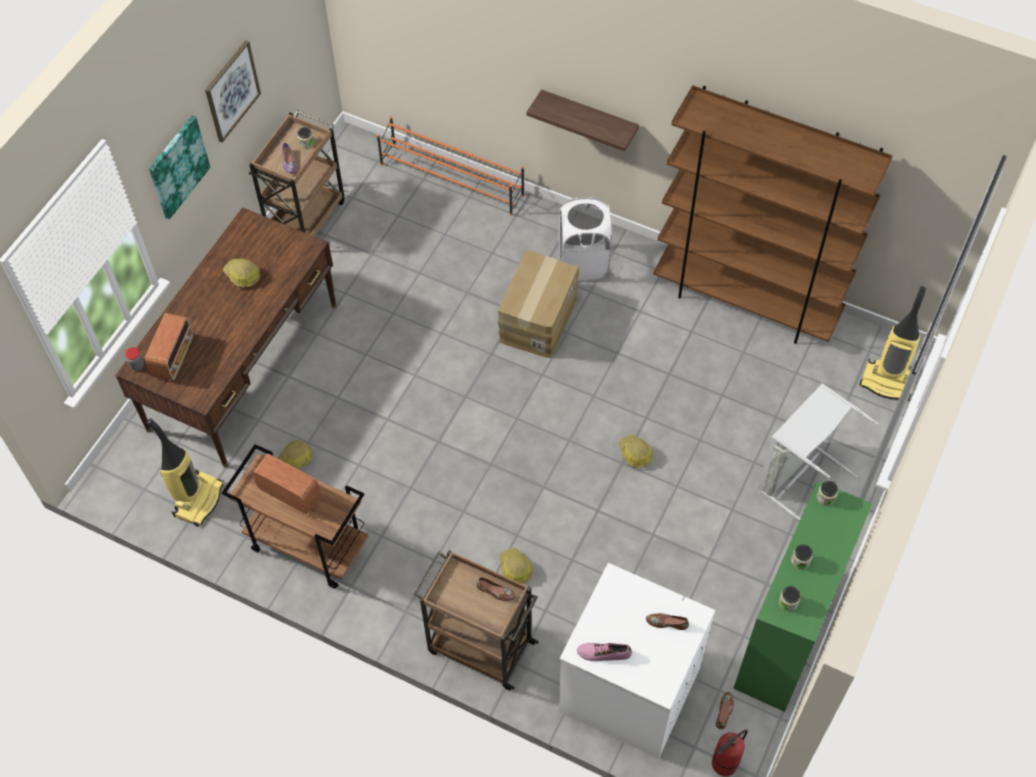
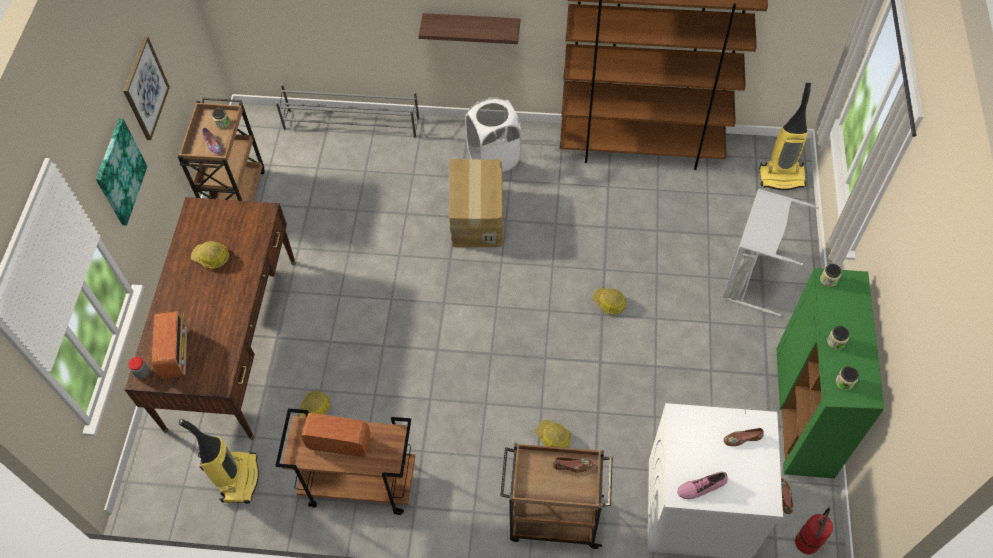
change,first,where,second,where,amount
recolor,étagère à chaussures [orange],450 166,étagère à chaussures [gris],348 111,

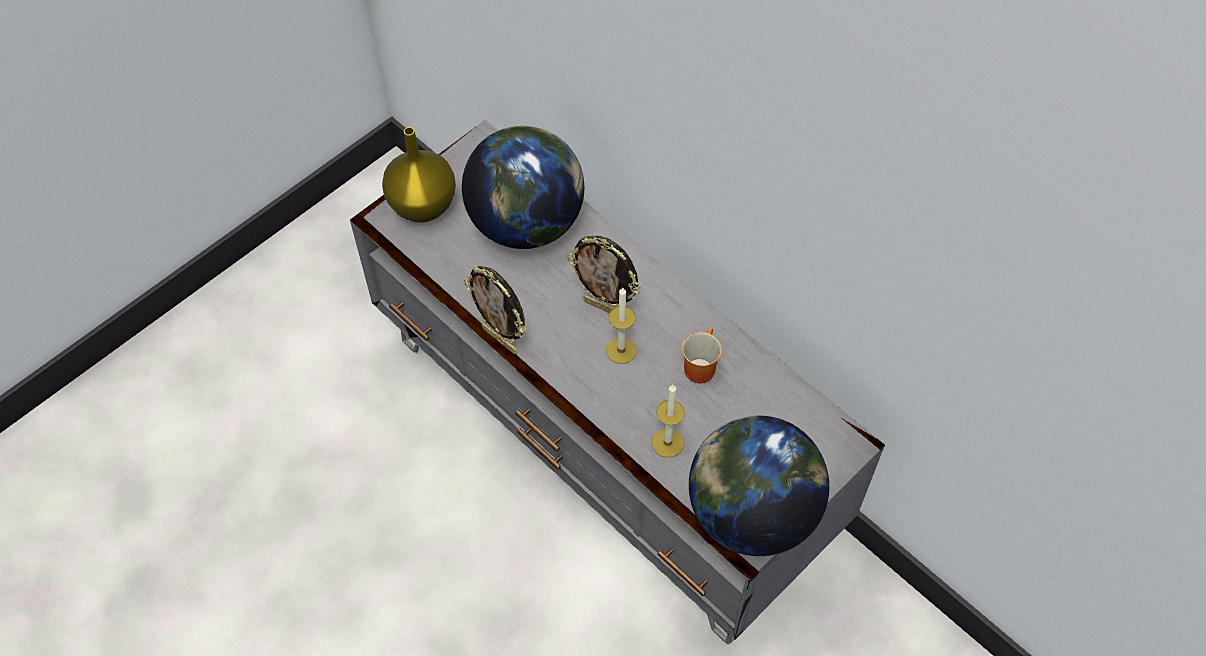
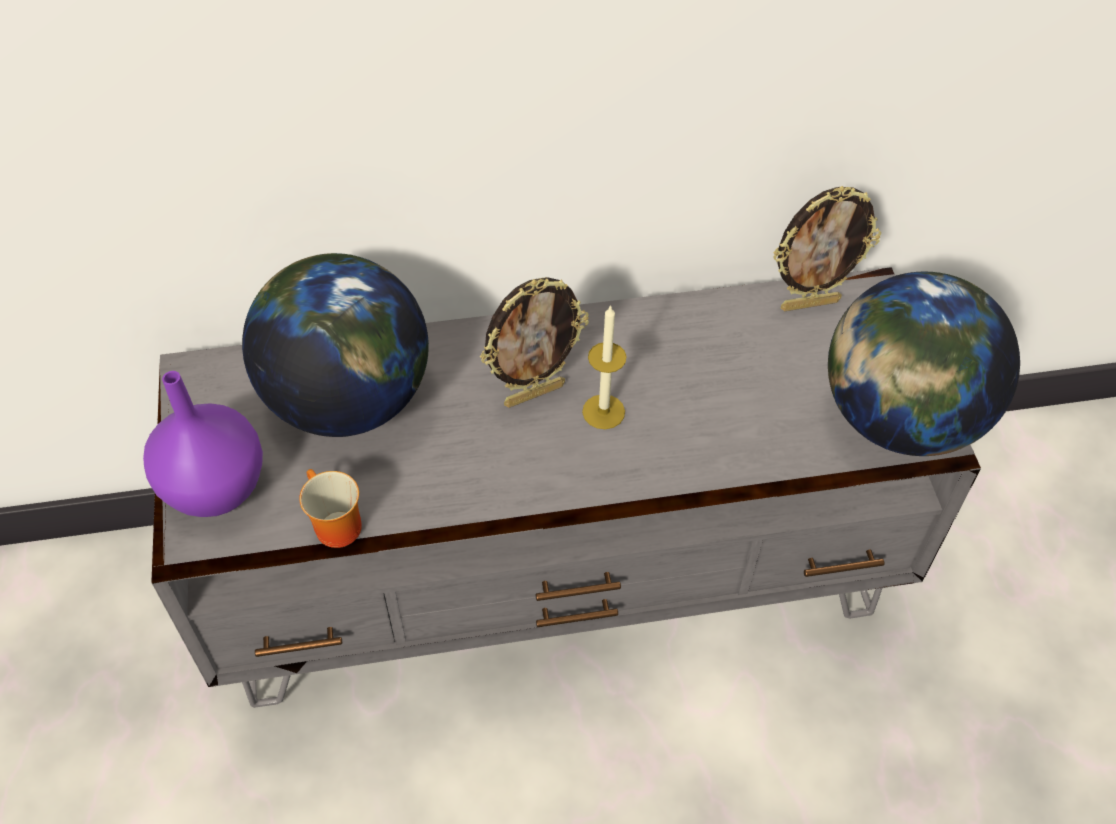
change,first,where,second,where,amount
delete,bougie,668 421,,,
move,cadre photo,495 310,,827 248,
move,mug,702 355,,330 508,
recolor,vase [jaune],419 175,vase [violet],203 444,

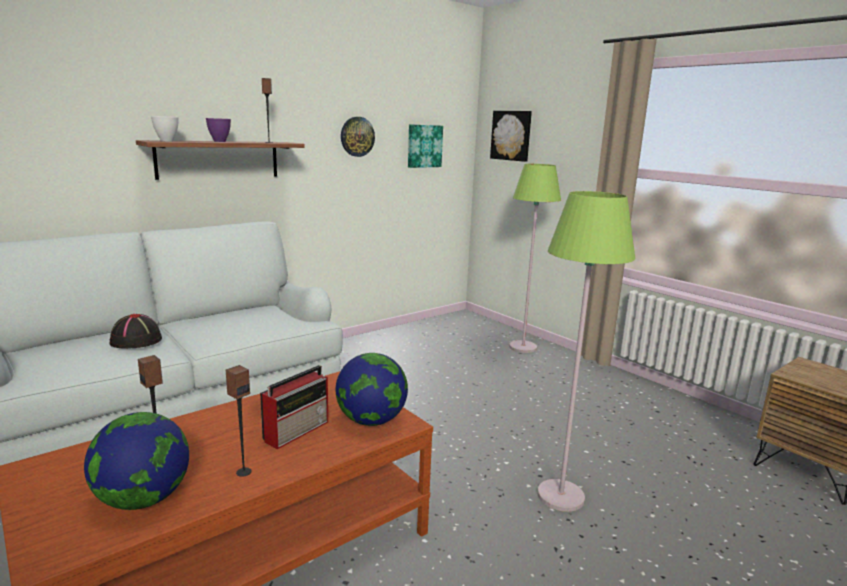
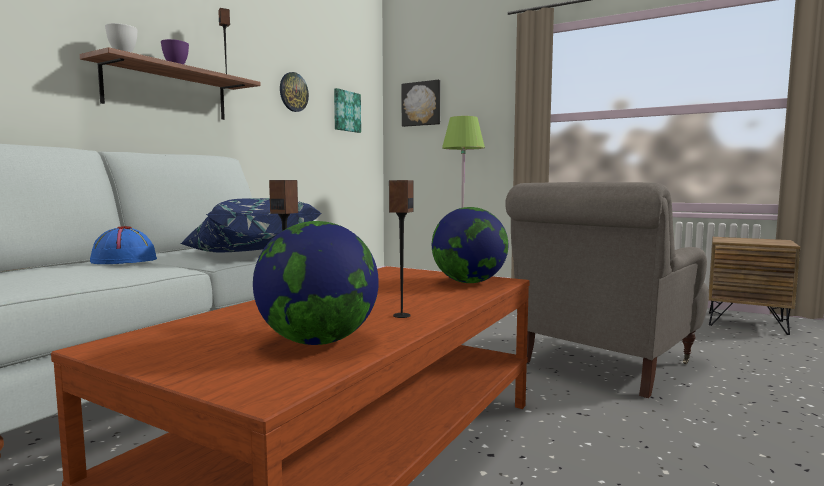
change,first,where,second,where,amount
delete,radio,294 407,,,
insert,,,coussin [bleu],251 225,
replace,lampadaire [vert],586 351,fauteuil [gris],607 290,
recolor,chapeau [noir],135 331,chapeau [bleu],123 245,

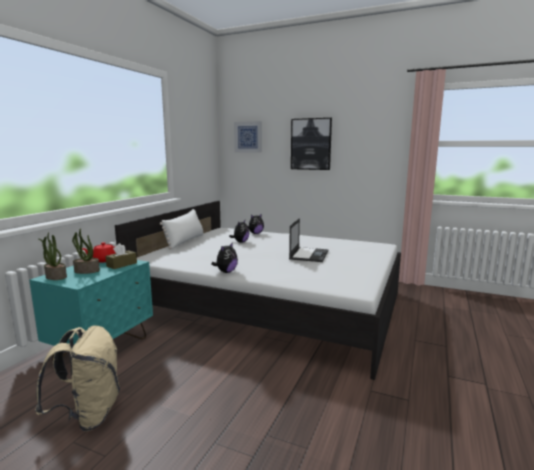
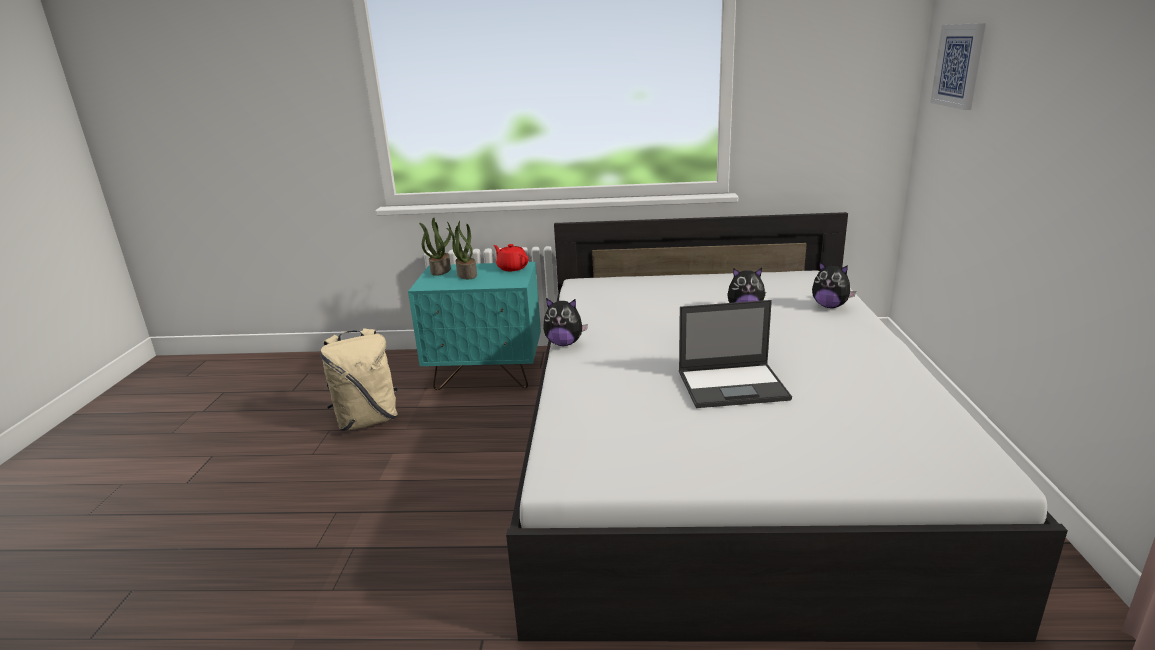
change,first,where,second,where,amount
delete,boîte à mouchoirs [marron],121 256,,,
delete,coussin [blanc],181 229,,,
delete,tableau,311 144,,,

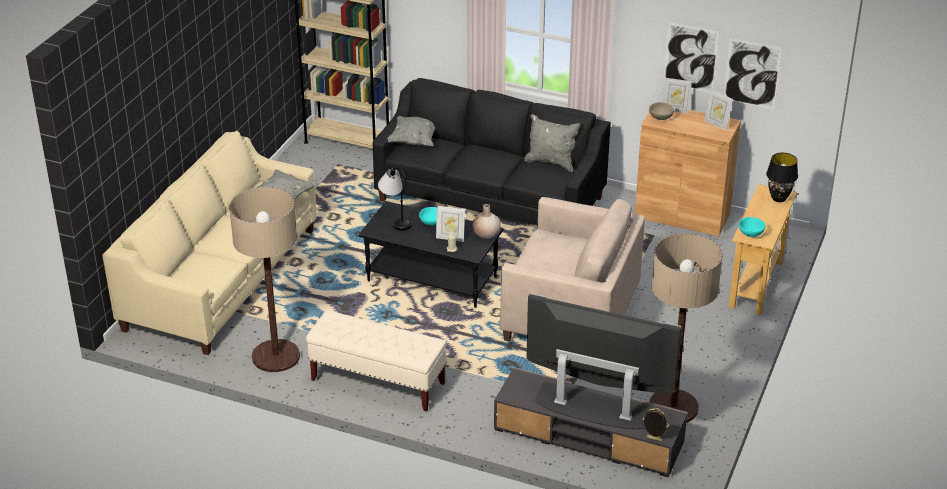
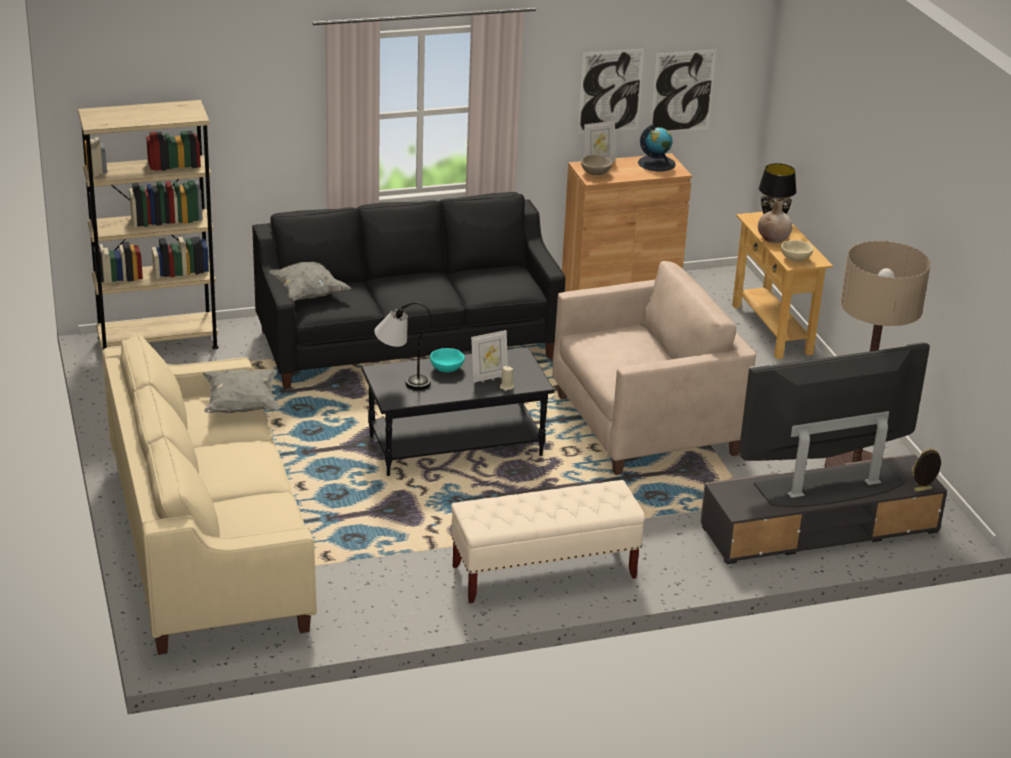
change,first,where,second,where,amount
delete,lampadaire,264 279,,,
delete,coussin [gris],552 143,,,
move,vase [beige],486 221,,775 221,
replace,cadre photo,718 110,globe,657 147,
recolor,bol [turquoise],752 227,bol [beige],797 250,

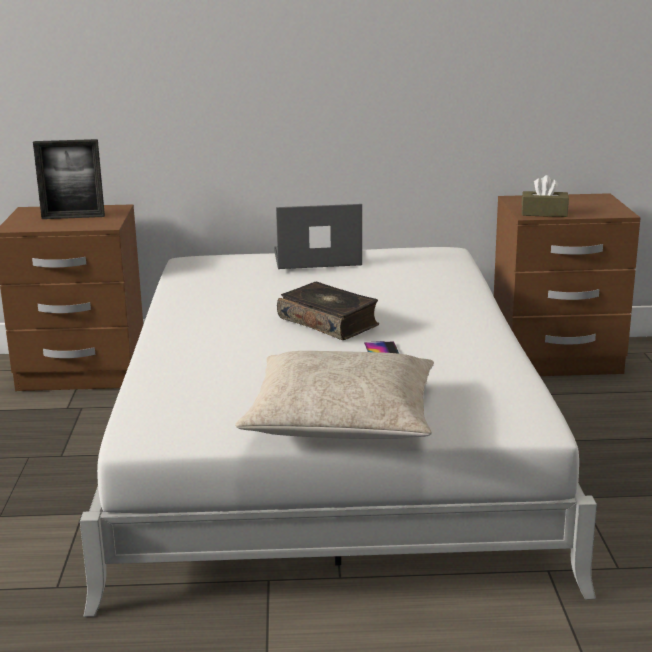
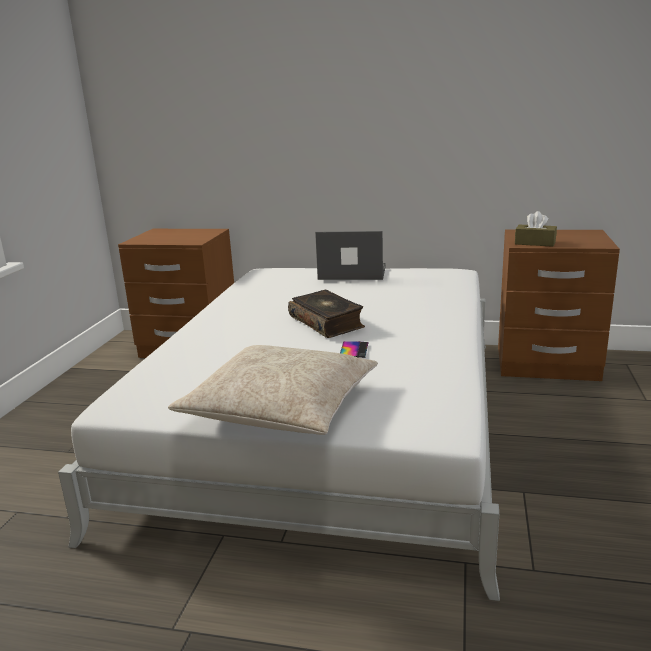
change,first,where,second,where,amount
delete,cadre photo,69 179,,,

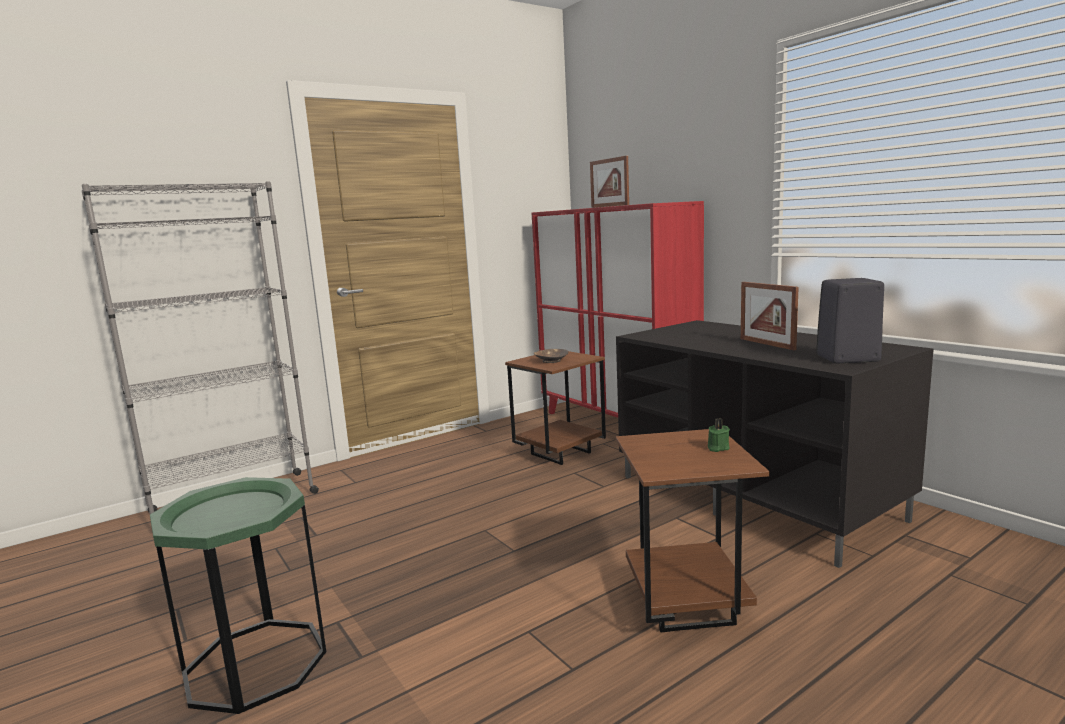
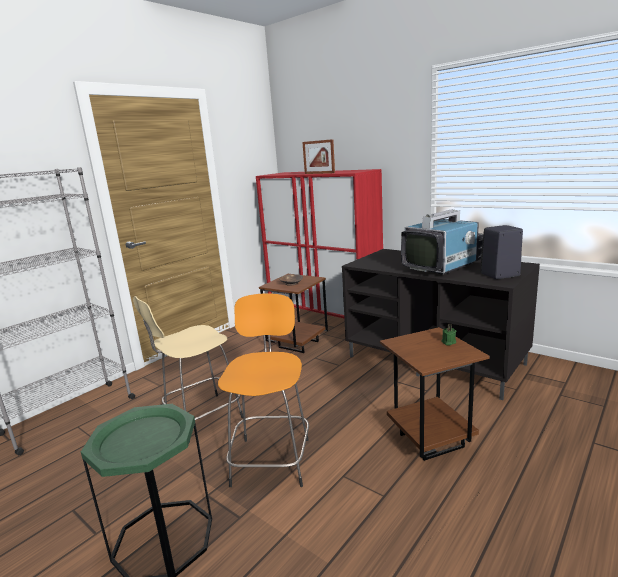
change,first,where,second,where,amount
insert,,,tabouret [beige],188 369,
insert,,,tabouret [orange],263 390,
replace,cadre photo,770 316,téléviseur,442 242,

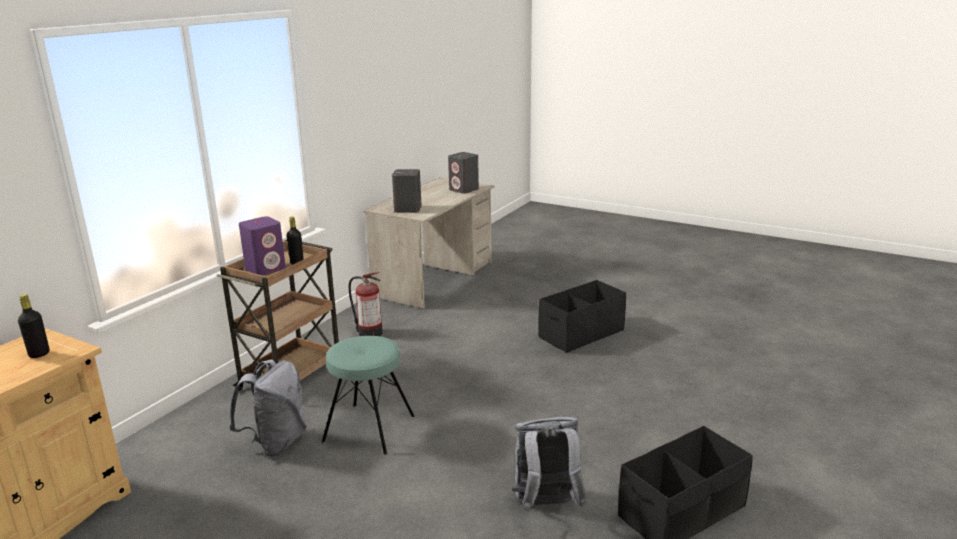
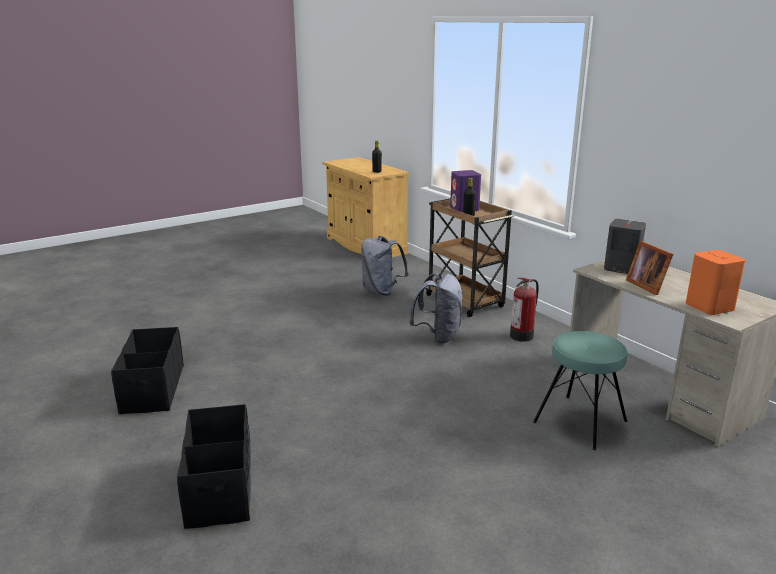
change,first,where,second,where,amount
insert,,,cadre photo,649 268,
move,tabouret [turquoise],368 395,,580 390,
move,sac à dos [gris],549 464,,436 308,
move,boîte de rangement [noir],582 316,,214 466,
recolor,enceinte [gris],463 173,enceinte [orange],715 282,

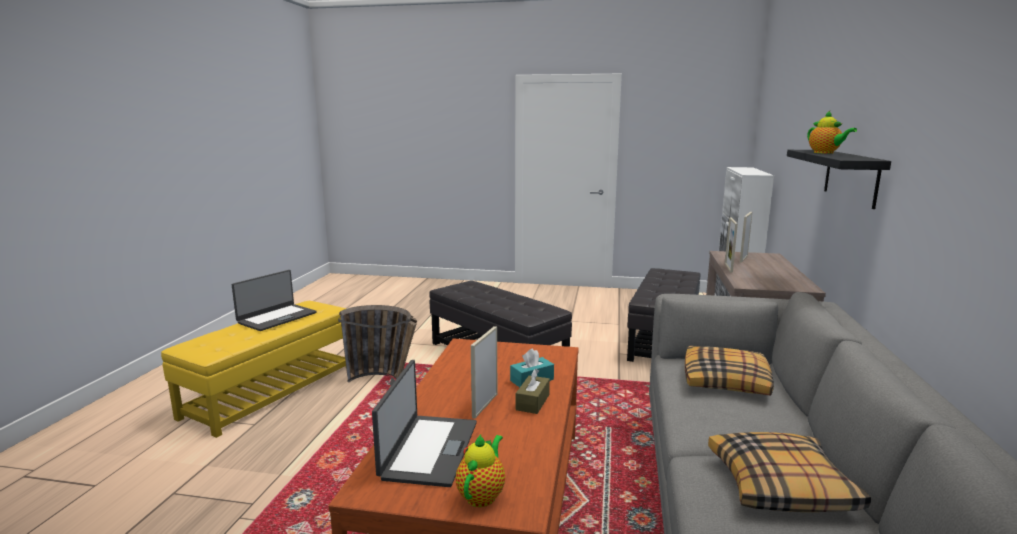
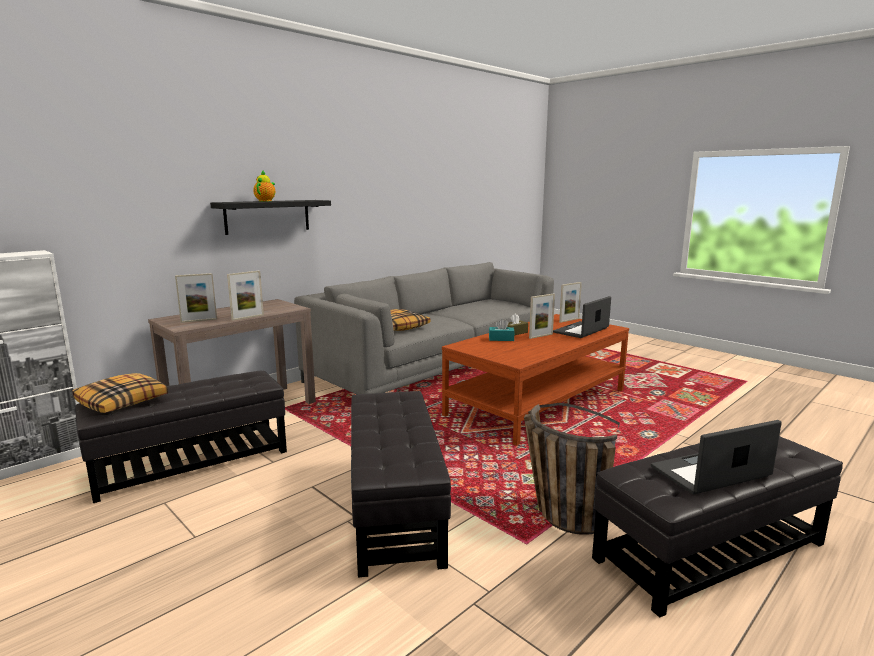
change,first,where,second,where,amount
move,coussin,789 472,,120 393,
replace,théière,480 470,cadre photo,570 302,
recolor,pouf [jaune],254 369,pouf [noir],717 527,

